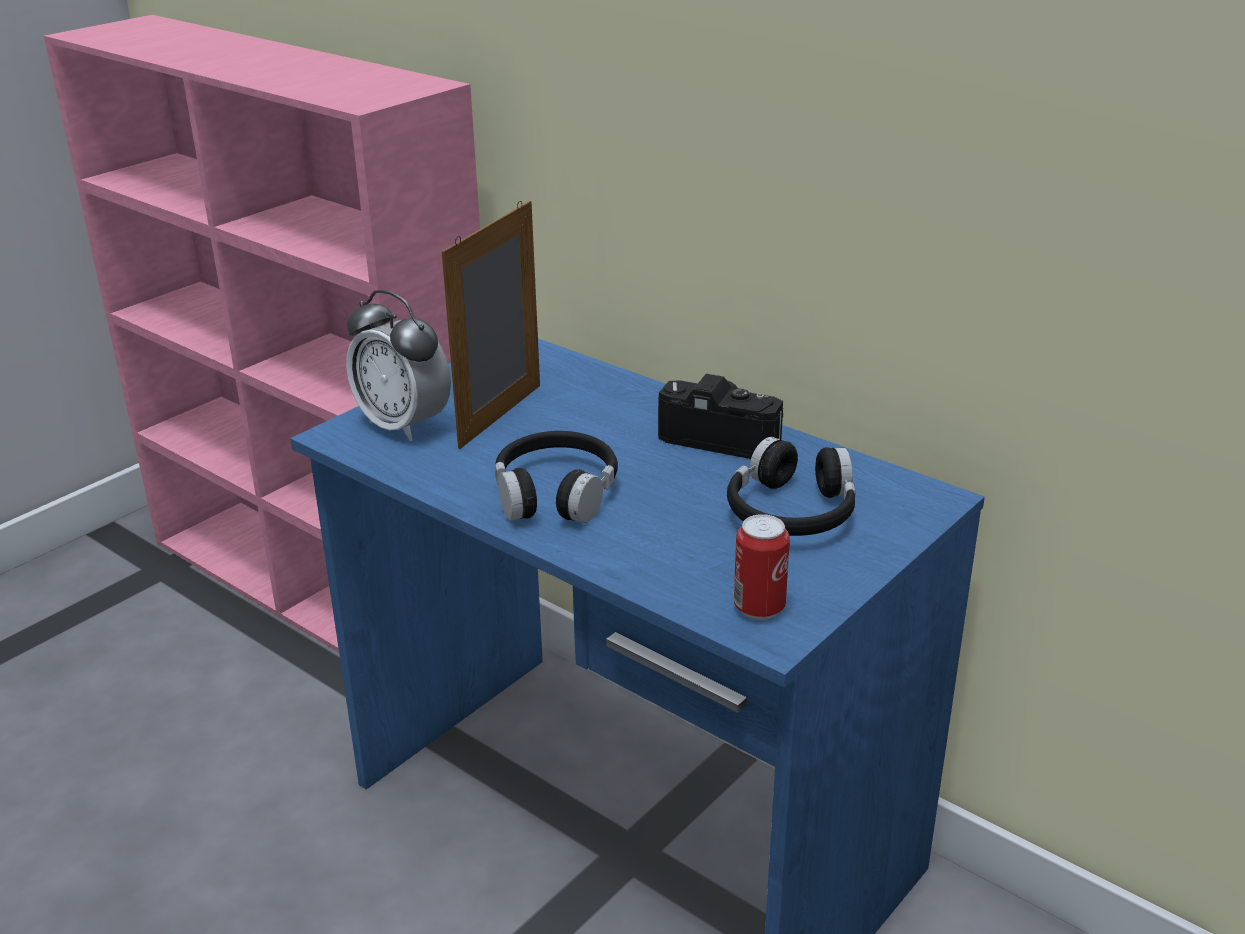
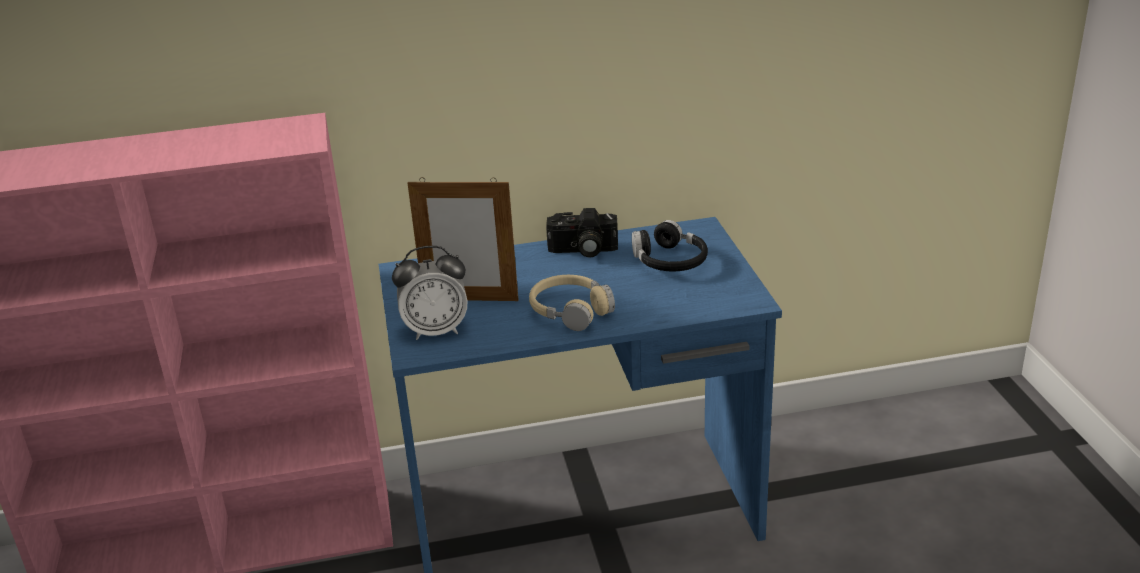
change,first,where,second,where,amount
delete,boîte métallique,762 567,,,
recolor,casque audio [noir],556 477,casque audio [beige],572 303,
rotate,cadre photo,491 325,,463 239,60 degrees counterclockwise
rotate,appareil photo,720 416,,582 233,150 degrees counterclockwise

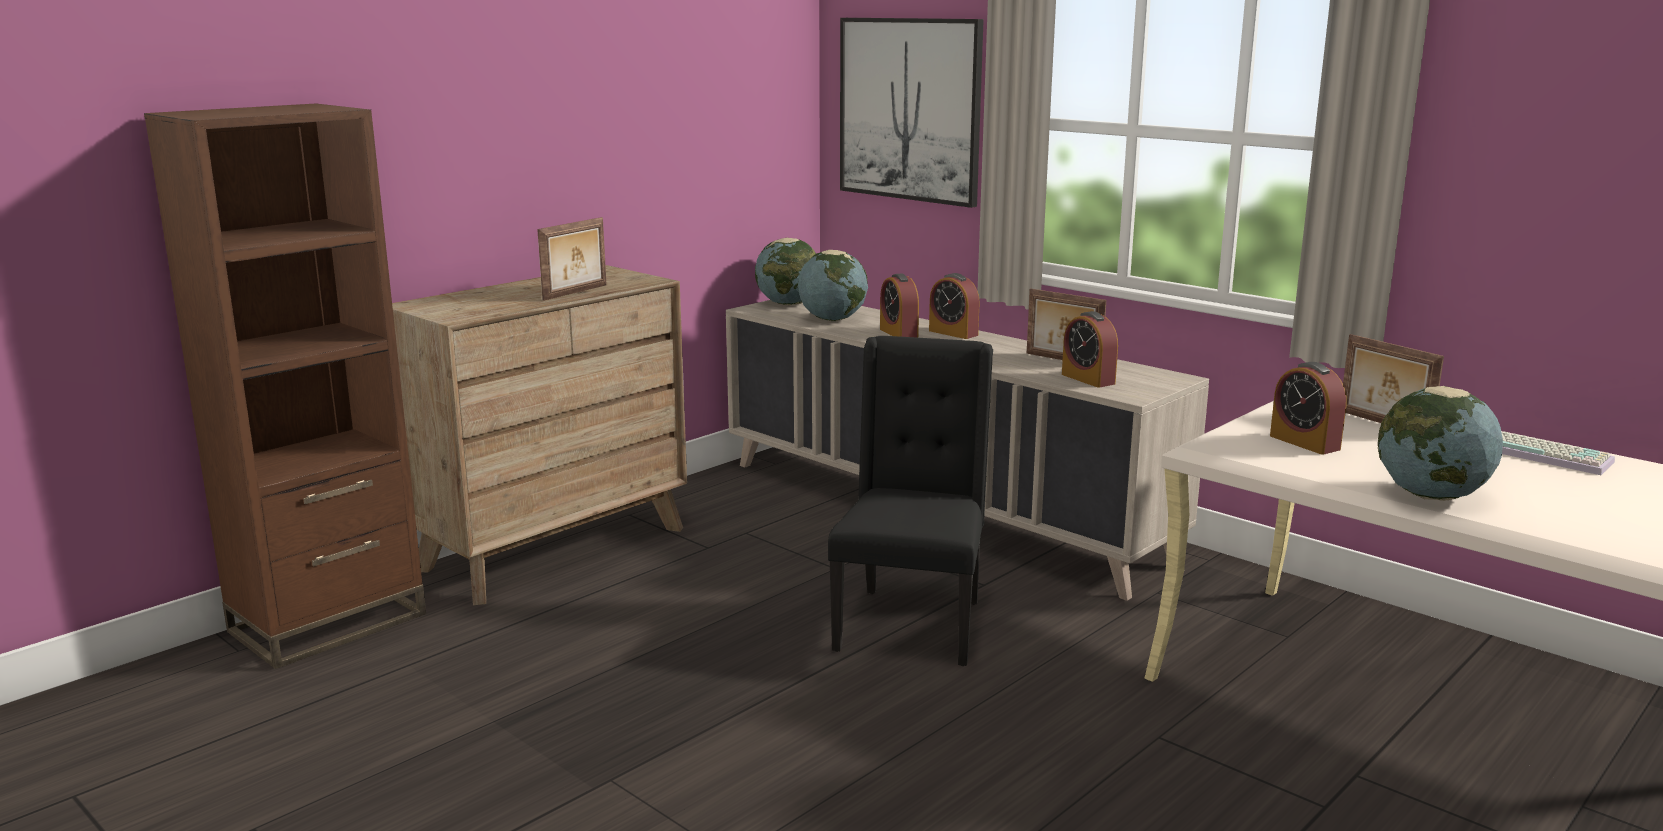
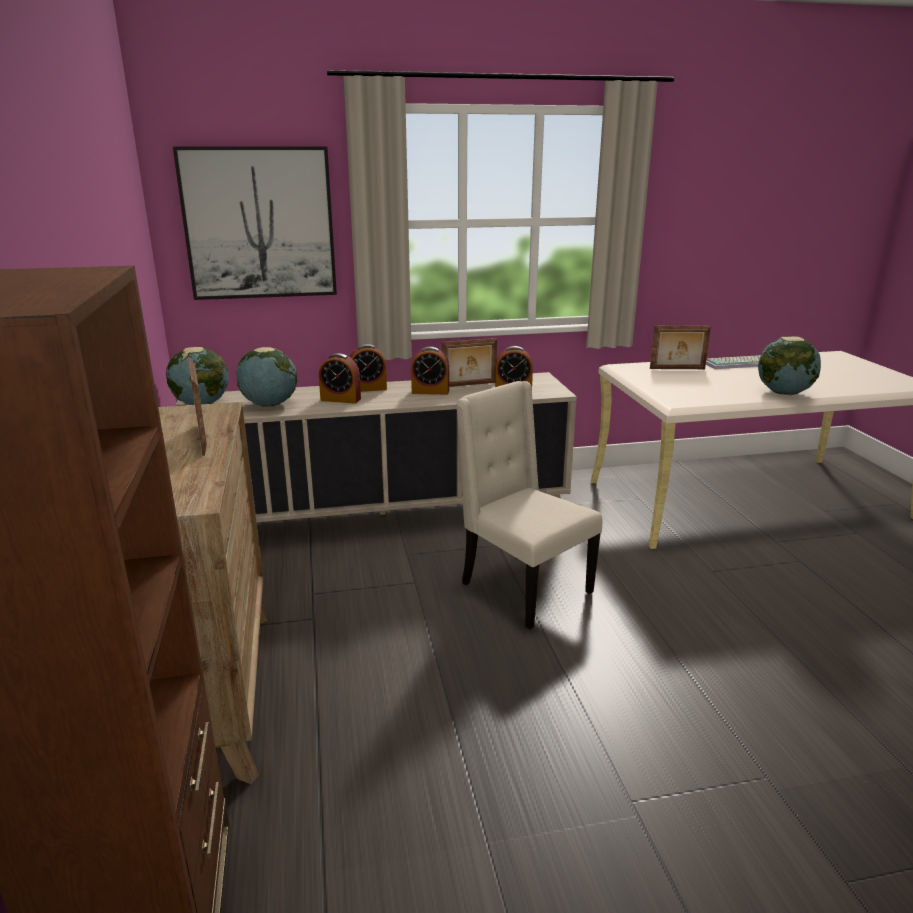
change,first,where,second,where,amount
move,réveil,1308 408,,430 371,
recolor,chaise [noir],910 501,chaise [beige],529 505,

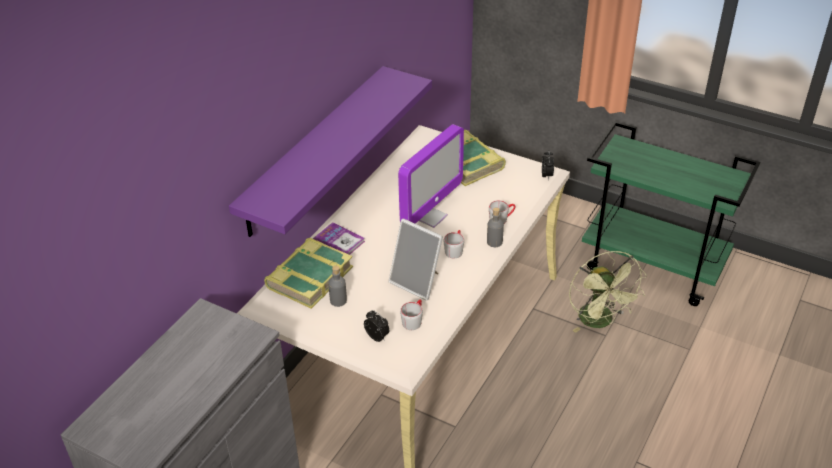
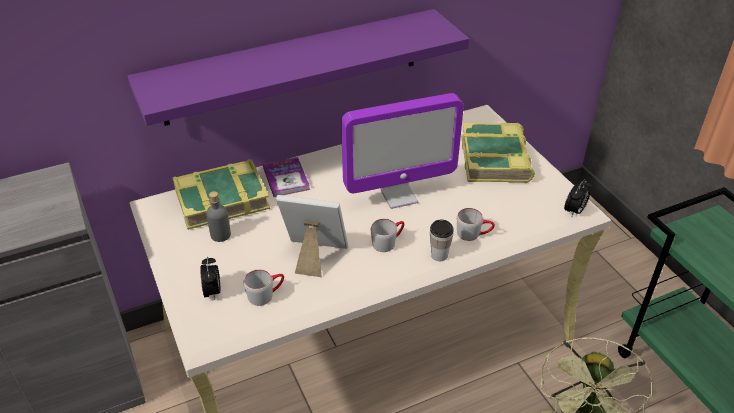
change,first,where,second,where,amount
replace,bouteille [gris],495 227,tasse,442 240,
rotate,cadre photo,415 259,,312 236,120 degrees clockwise

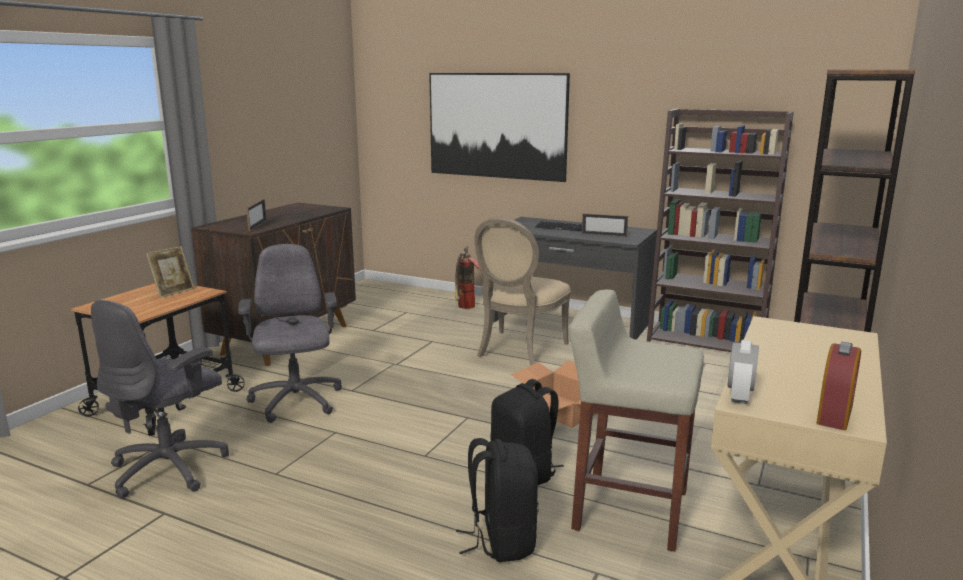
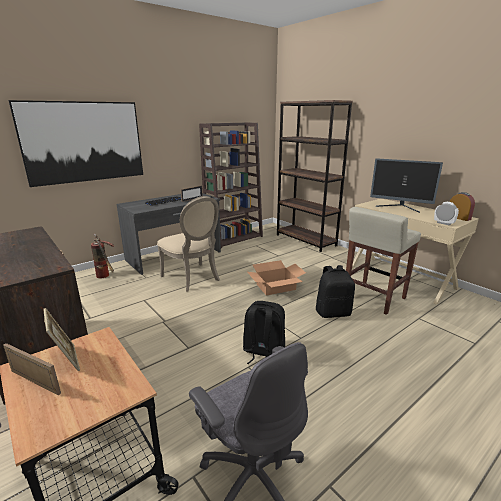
change,first,where,second,where,amount
delete,chaise de bureau [gris],290 333,,,
insert,,,écran d'ordinateur,406 185,
move,cadre photo,256 215,,32 369,
move,sac à dos [noir],497 500,,264 332,

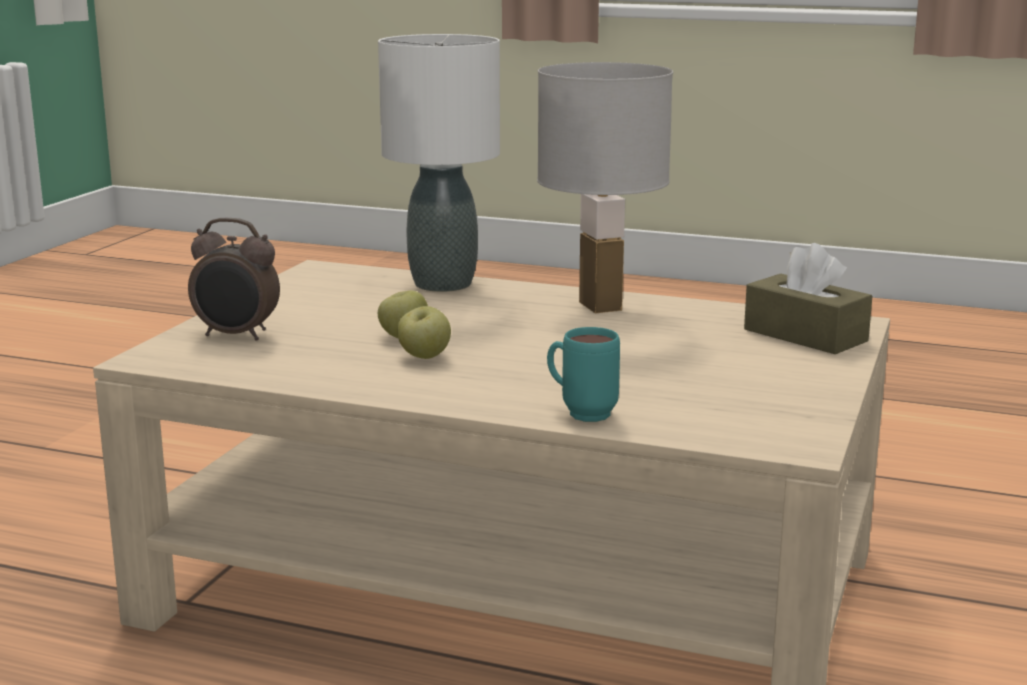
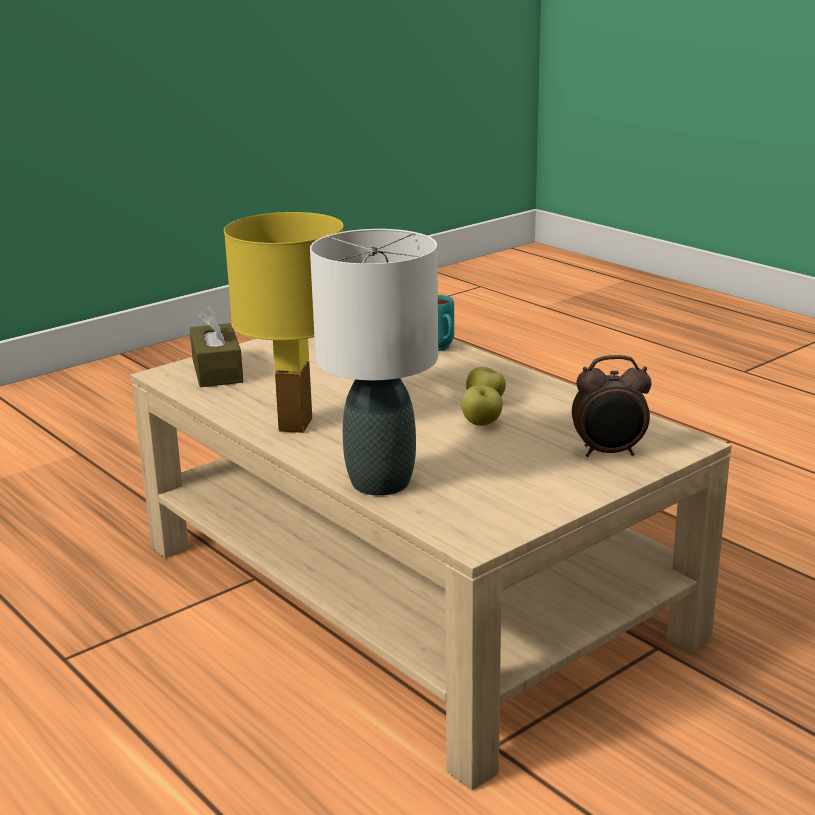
change,first,where,second,where,amount
recolor,lampe de table [blanc],605 187,lampe de table [jaune],284 322,
rotate,réveil,234 279,,612 406,135 degrees clockwise

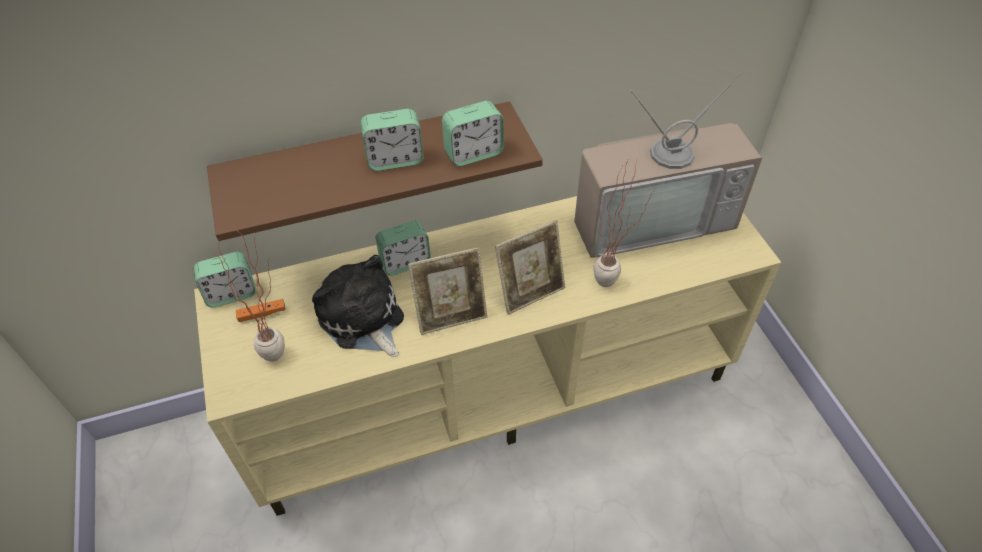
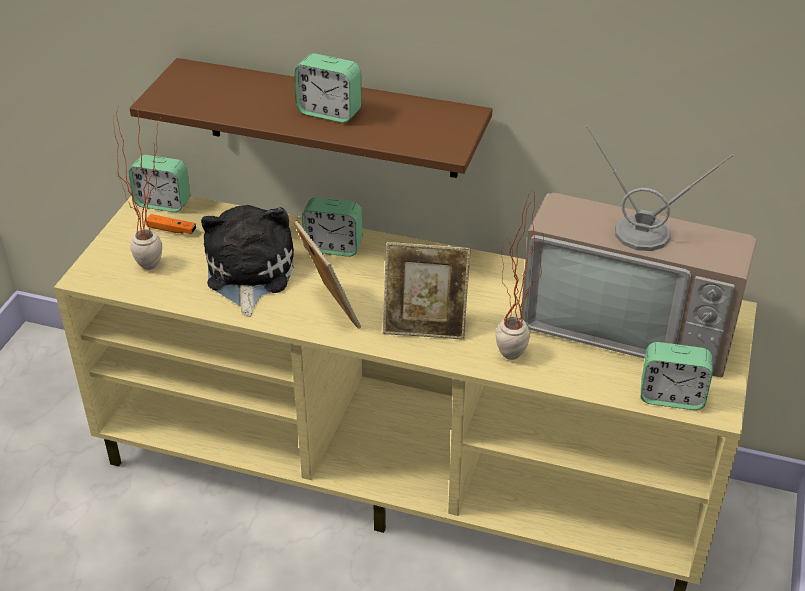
change,first,where,second,where,amount
move,réveil,473 133,,677 376,
rotate,cadre photo,448 291,,327 274,135 degrees counterclockwise

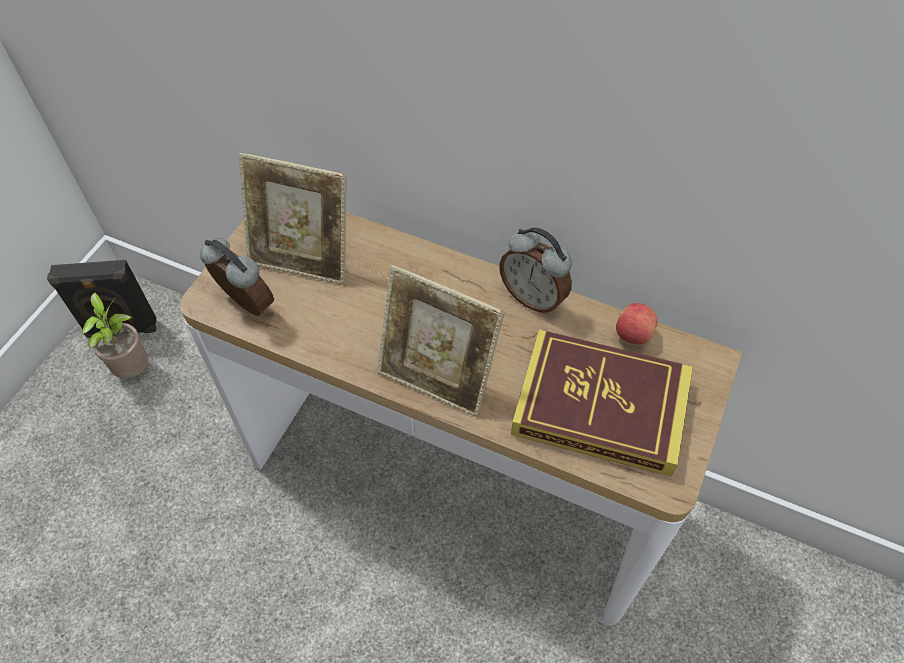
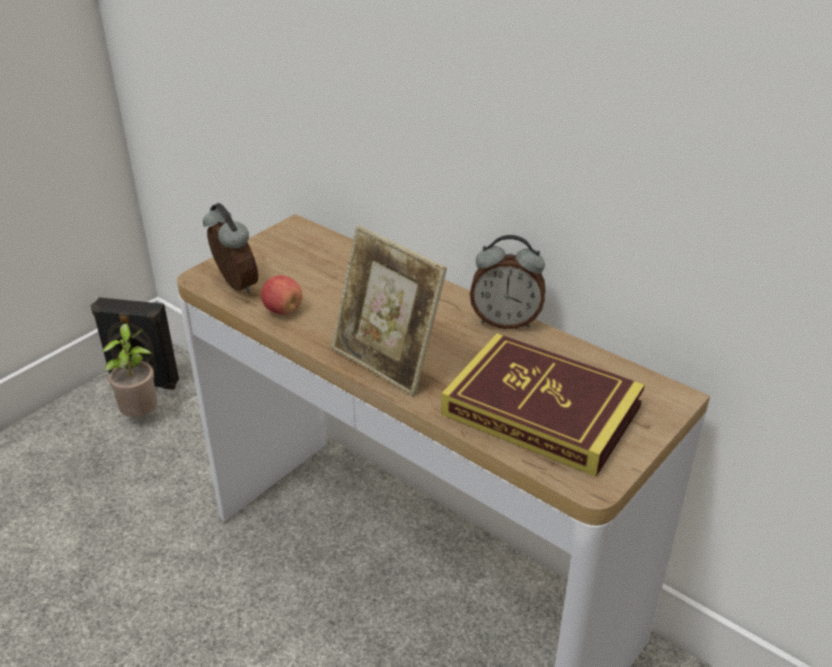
change,first,where,second,where,amount
delete,cadre photo,293 219,,,
move,pomme,637 323,,281 295,
rotate,réveil,535 270,,507 282,45 degrees counterclockwise

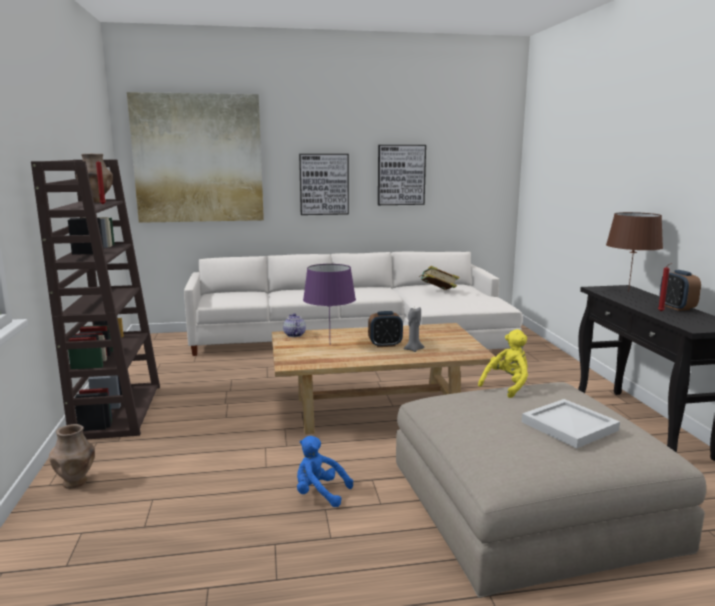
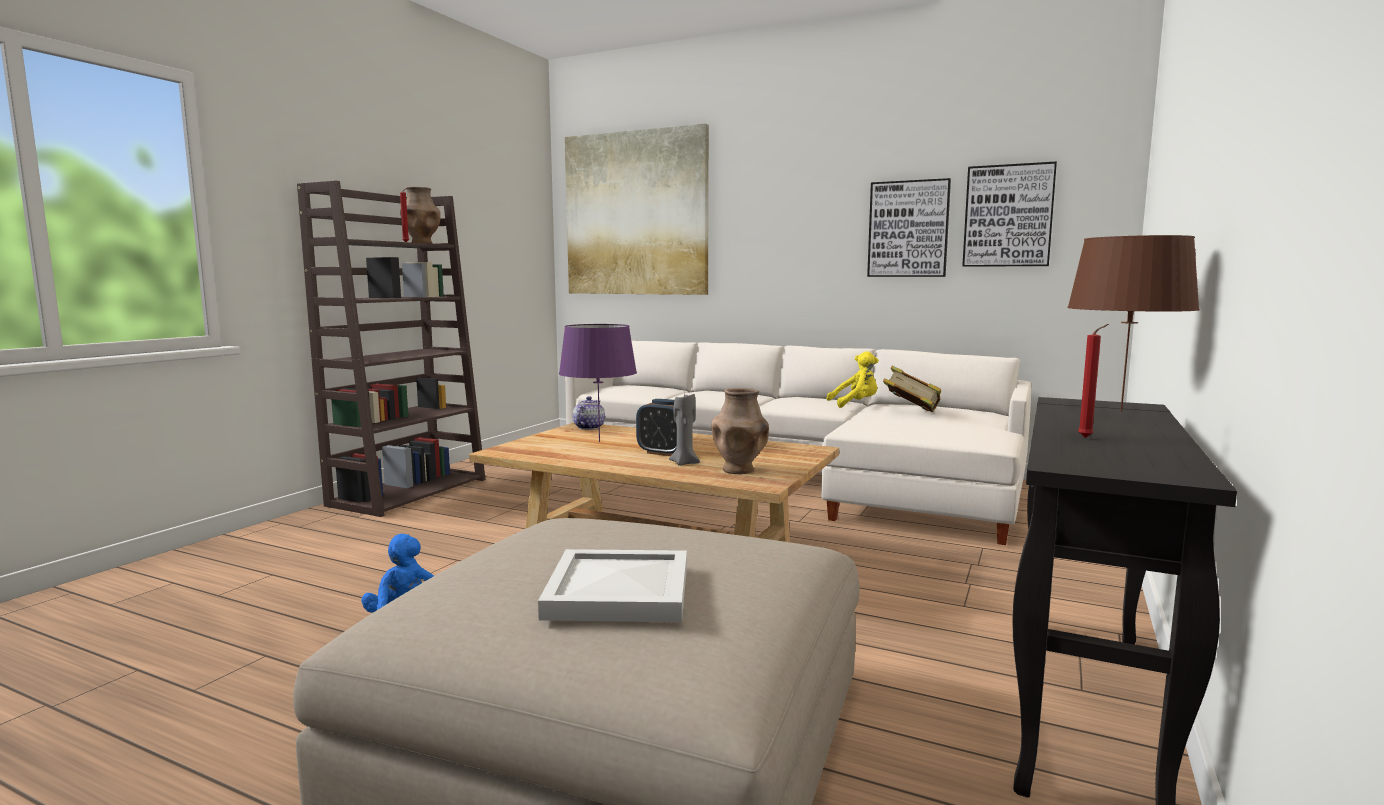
change,first,where,second,where,amount
delete,réveil,680 290,,,
move,vase [marron],72 456,,740 431,
move,tableau,324 184,,1009 214,
move,peluche [jaune],503 363,,853 379,

